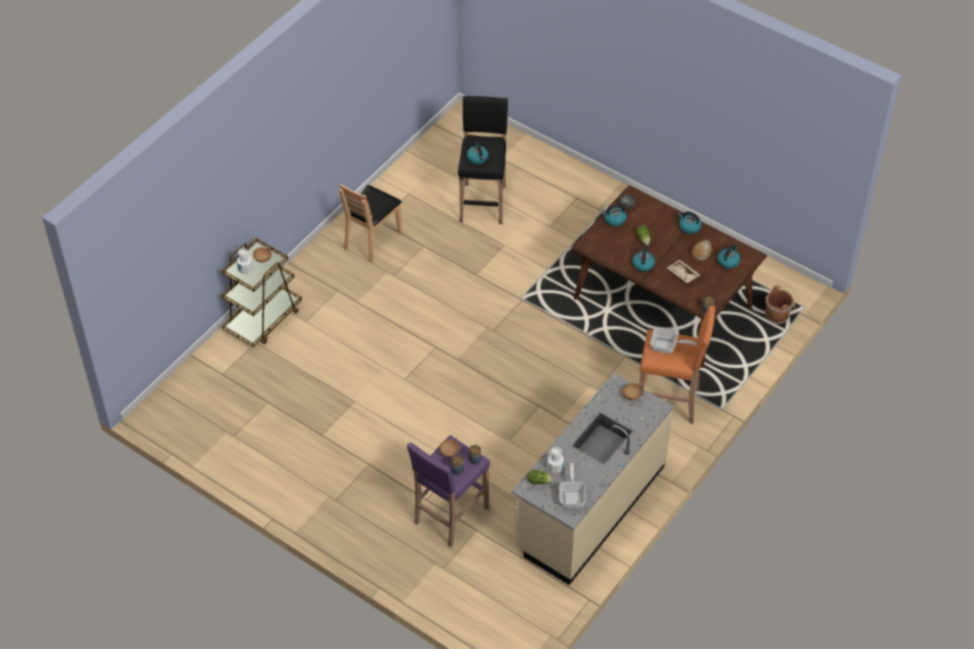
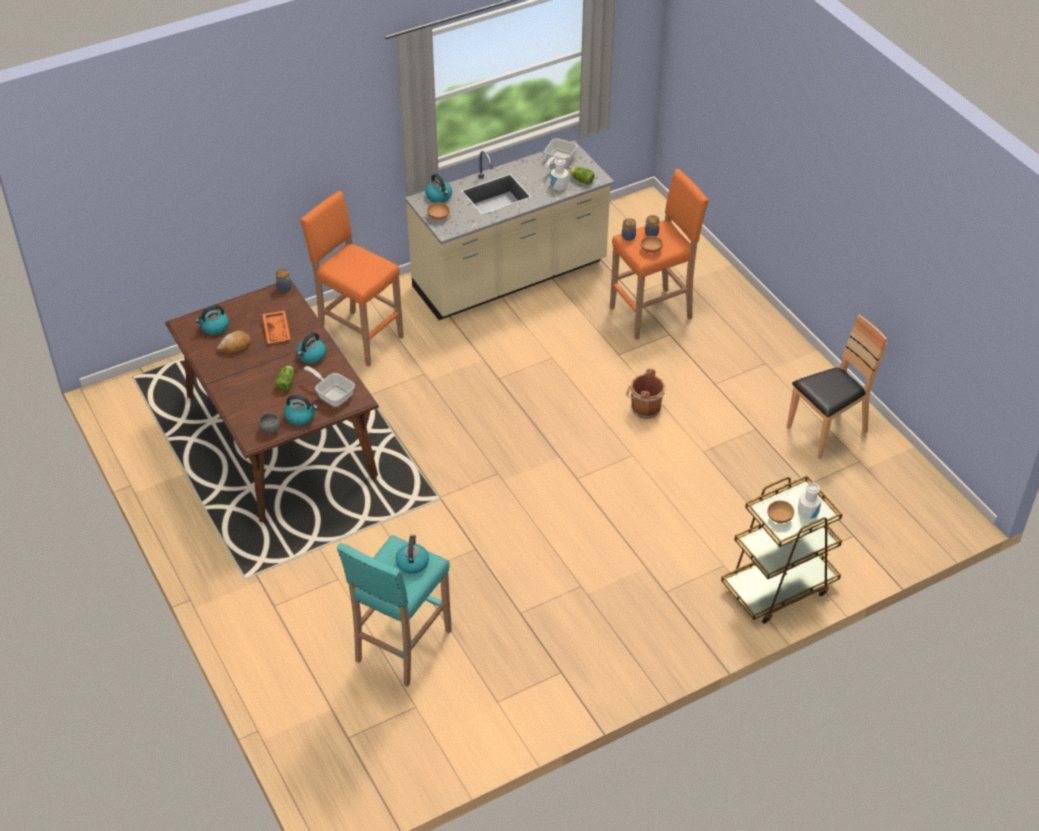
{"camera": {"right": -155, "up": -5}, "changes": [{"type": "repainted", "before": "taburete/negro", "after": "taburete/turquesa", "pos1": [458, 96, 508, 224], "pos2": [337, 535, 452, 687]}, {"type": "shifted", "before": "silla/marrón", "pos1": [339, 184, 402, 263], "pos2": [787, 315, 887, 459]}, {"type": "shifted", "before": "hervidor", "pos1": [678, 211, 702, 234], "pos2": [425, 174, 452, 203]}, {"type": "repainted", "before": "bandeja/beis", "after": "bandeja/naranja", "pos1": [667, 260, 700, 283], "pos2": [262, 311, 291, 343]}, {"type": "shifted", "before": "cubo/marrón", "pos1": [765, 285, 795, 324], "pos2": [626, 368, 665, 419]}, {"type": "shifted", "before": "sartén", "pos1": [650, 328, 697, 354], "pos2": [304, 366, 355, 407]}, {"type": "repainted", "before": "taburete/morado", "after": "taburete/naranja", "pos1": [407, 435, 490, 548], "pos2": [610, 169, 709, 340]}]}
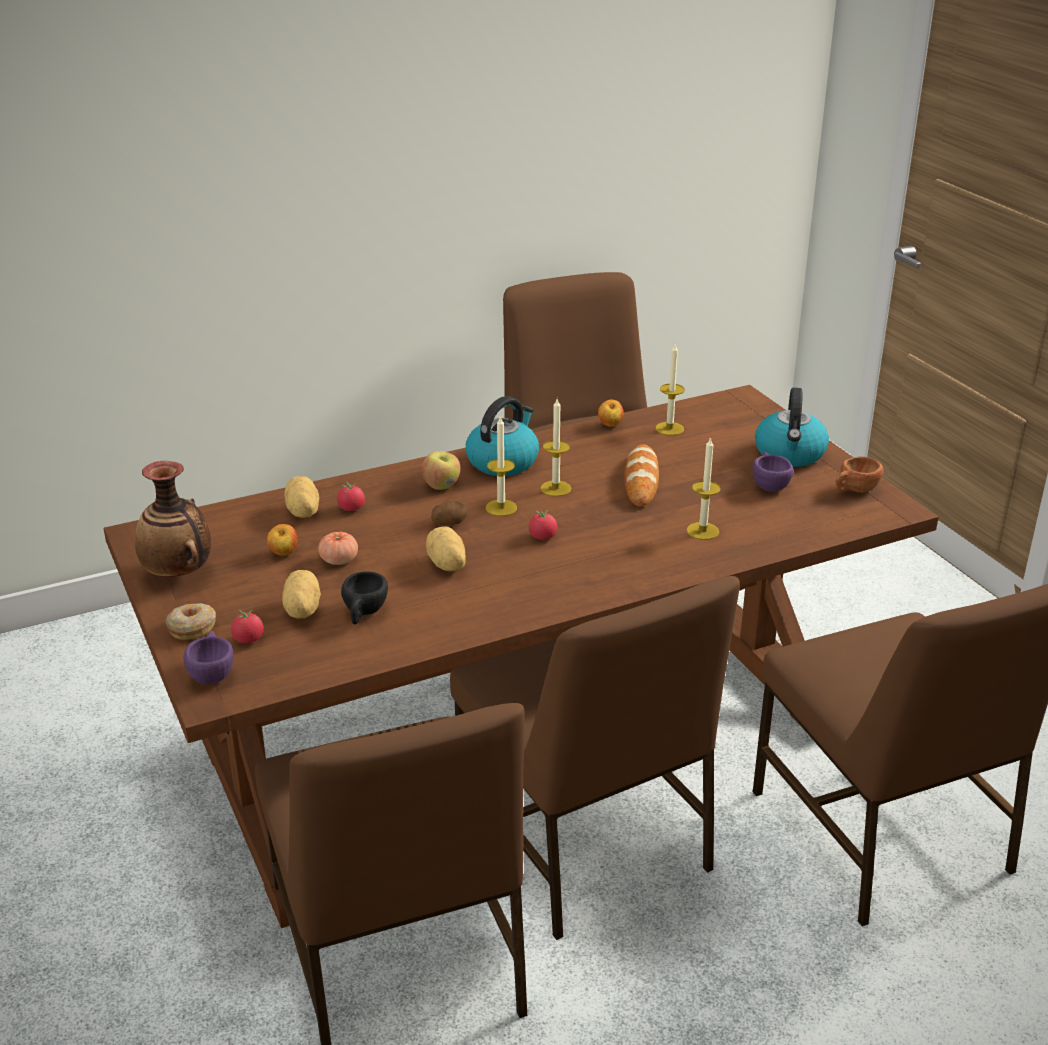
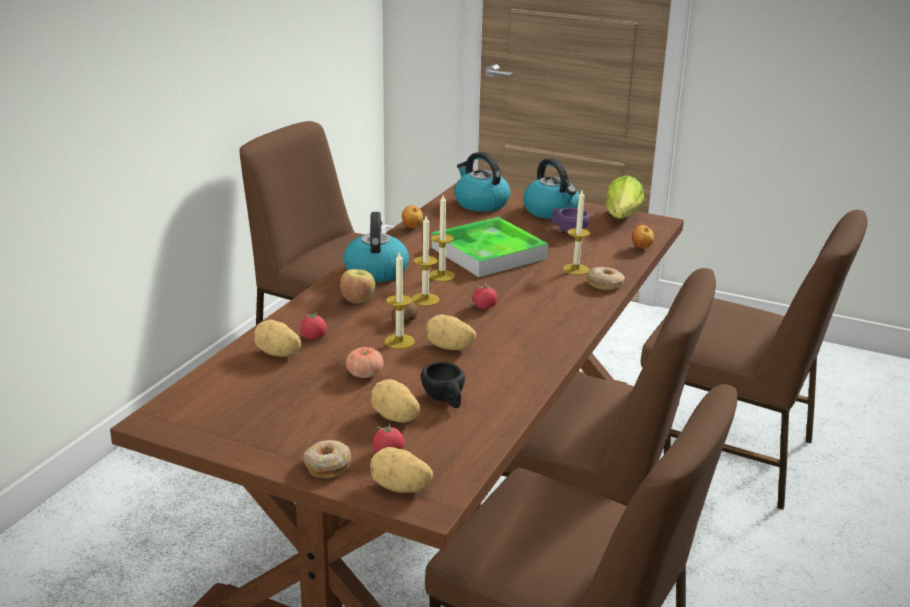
{"camera": {"right": -40, "up": -5}, "changes": [{"type": "shifted", "before": "vela", "pos1": [656, 344, 685, 436], "pos2": [384, 251, 415, 349]}, {"type": "swapped", "before": "pan", "after": "bandeja", "pos1": [624, 444, 659, 507], "pos2": [431, 217, 548, 277]}, {"type": "swapped", "before": "taza/marrón", "after": "lechuga", "pos1": [835, 456, 884, 493], "pos2": [605, 175, 644, 219]}, {"type": "gone", "before": "florero", "pos1": [135, 461, 211, 577]}, {"type": "shifted", "before": "manzana", "pos1": [267, 524, 298, 556], "pos2": [632, 225, 654, 249]}, {"type": "swapped", "before": "taza/morado", "after": "patata", "pos1": [183, 631, 234, 684], "pos2": [370, 447, 433, 493]}, {"type": "new", "after": "hervidor", "pos2": [454, 152, 510, 212]}, {"type": "new", "after": "rosquilla", "pos2": [586, 267, 625, 290]}]}
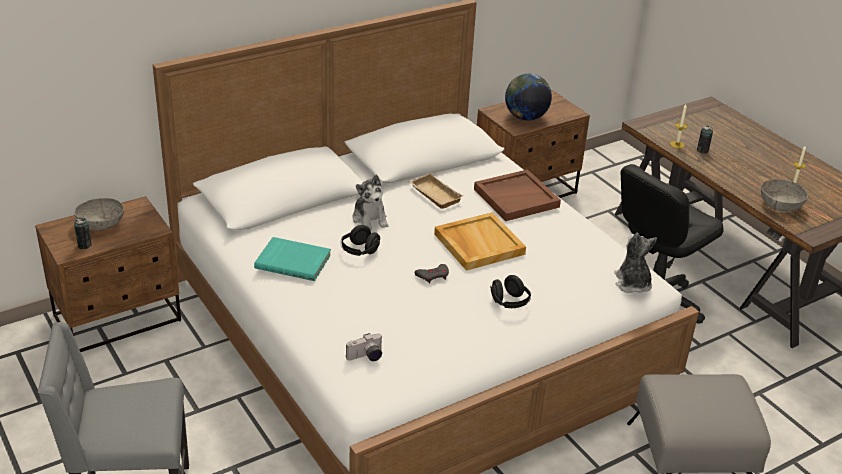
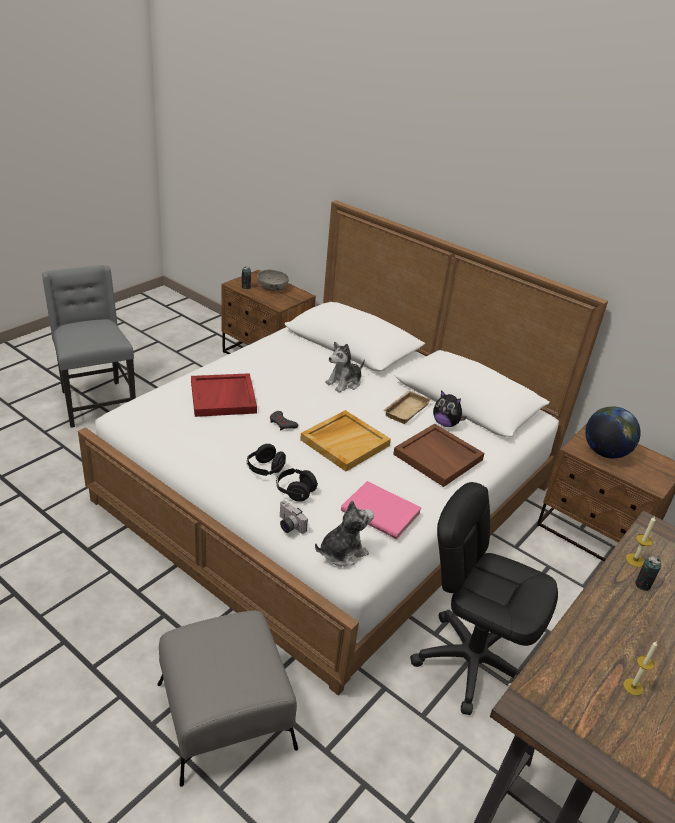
{"camera": {"right": 70, "up": 0}, "changes": [{"type": "gone", "before": "cuenco/gris", "pos1": [761, 179, 808, 212]}, {"type": "shifted", "before": "auriculares/negro", "pos1": [341, 225, 380, 256], "pos2": [276, 468, 318, 502]}, {"type": "gone", "before": "libro/turquesa", "pos1": [254, 237, 331, 281]}, {"type": "shifted", "before": "cámara", "pos1": [346, 333, 383, 361], "pos2": [280, 501, 308, 534]}, {"type": "new", "after": "bandeja/rojo", "pos2": [191, 373, 257, 417]}, {"type": "new", "after": "peluche", "pos2": [433, 390, 466, 427]}, {"type": "new", "after": "libro/rosa", "pos2": [341, 481, 421, 539]}]}
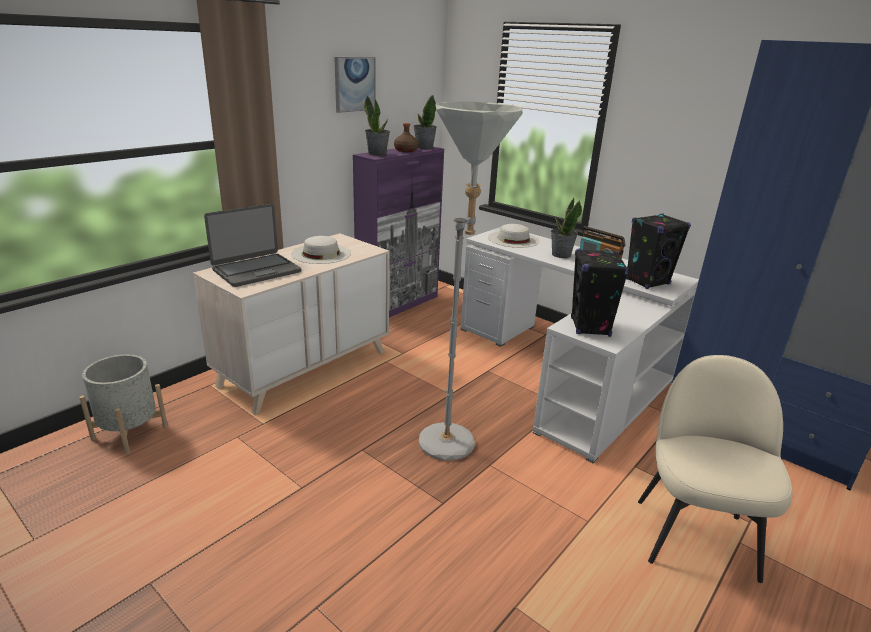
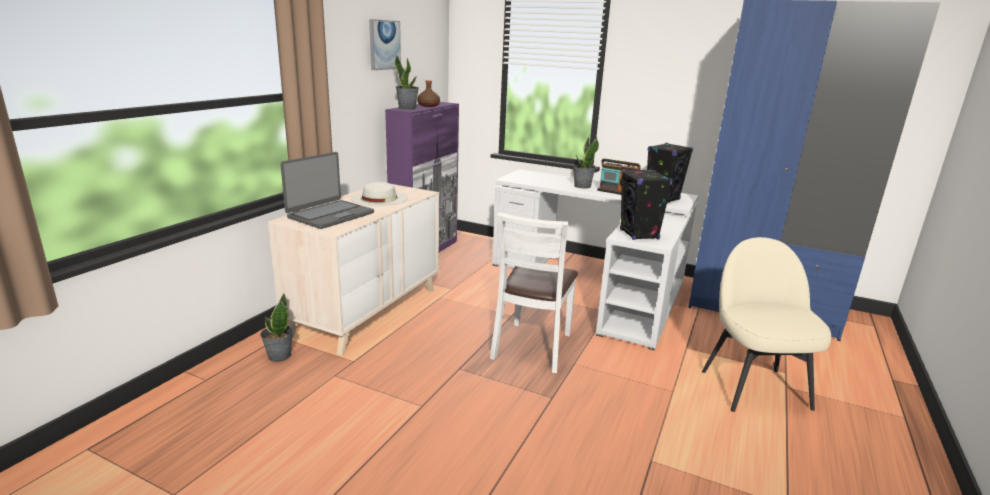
{"camera": {"right": -15, "up": -5}, "changes": [{"type": "shifted", "before": "planta en maceta", "pos1": [414, 95, 437, 149], "pos2": [260, 293, 293, 362]}, {"type": "swapped", "before": "lámpara de pie/gris", "after": "silla/blanco", "pos1": [419, 101, 523, 461], "pos2": [490, 212, 578, 373]}, {"type": "gone", "before": "sombrero/blanco", "pos1": [488, 224, 540, 248]}, {"type": "gone", "before": "maceta/gris", "pos1": [79, 354, 168, 454]}]}
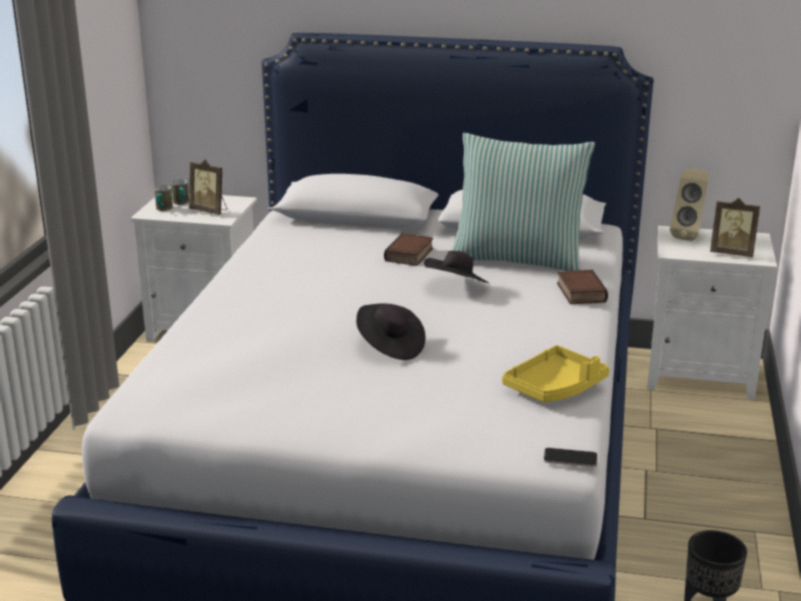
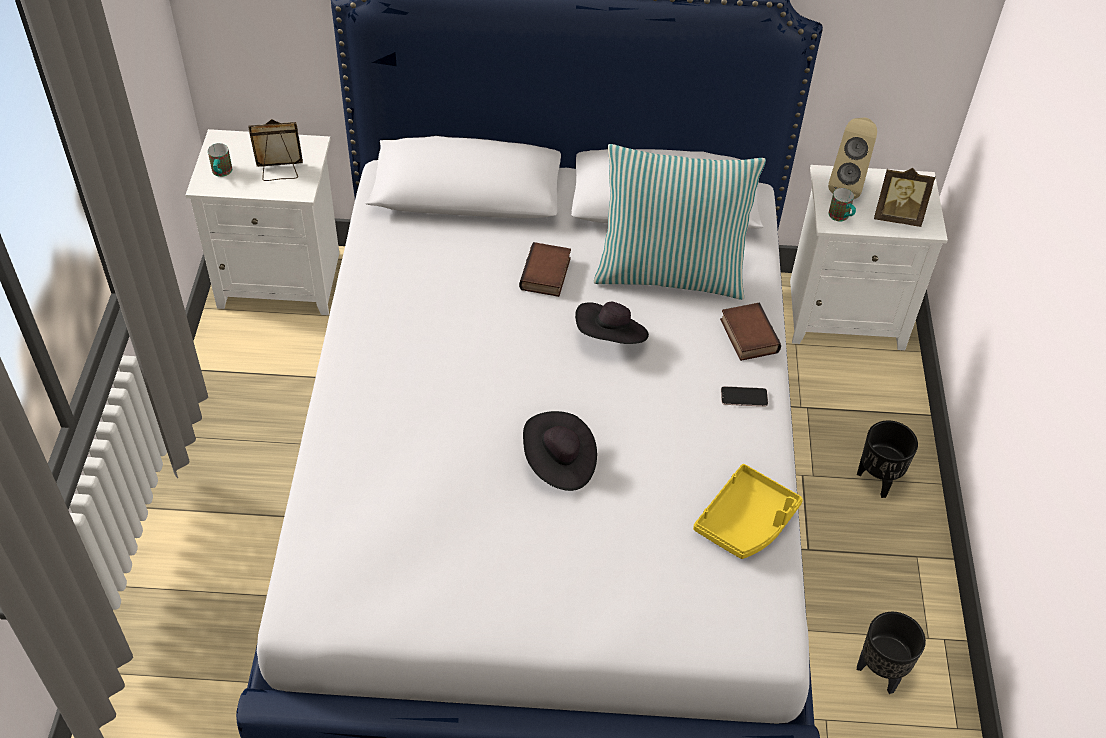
{"camera": {"right": -10, "up": 25}, "changes": [{"type": "rotated", "before": "portarretratos", "pos1": [189, 160, 227, 215], "pos2": [248, 119, 303, 181], "turn": 150}, {"type": "shifted", "before": "taza grande", "pos1": [171, 180, 189, 205], "pos2": [828, 188, 856, 221]}, {"type": "shifted", "before": "móvil", "pos1": [543, 448, 598, 467], "pos2": [721, 386, 768, 407]}, {"type": "new", "after": "maceta/negro", "pos2": [857, 420, 918, 498]}]}
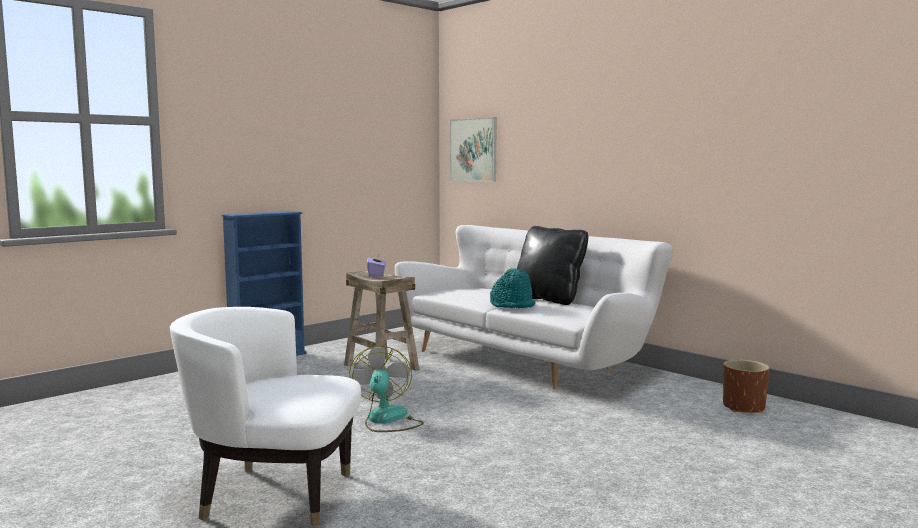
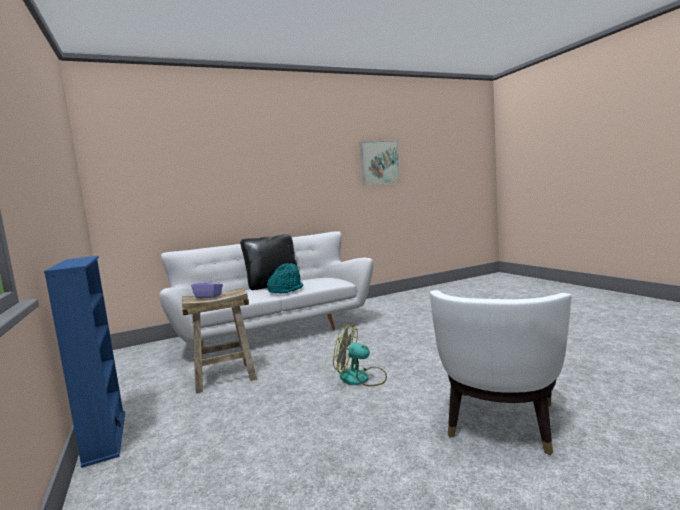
{"camera": {"right": -70, "up": 0}, "changes": [{"type": "shifted", "before": "cuadro", "pos1": [450, 117, 497, 182], "pos2": [360, 141, 401, 186]}, {"type": "gone", "before": "maceta/marrón", "pos1": [723, 360, 770, 413]}]}
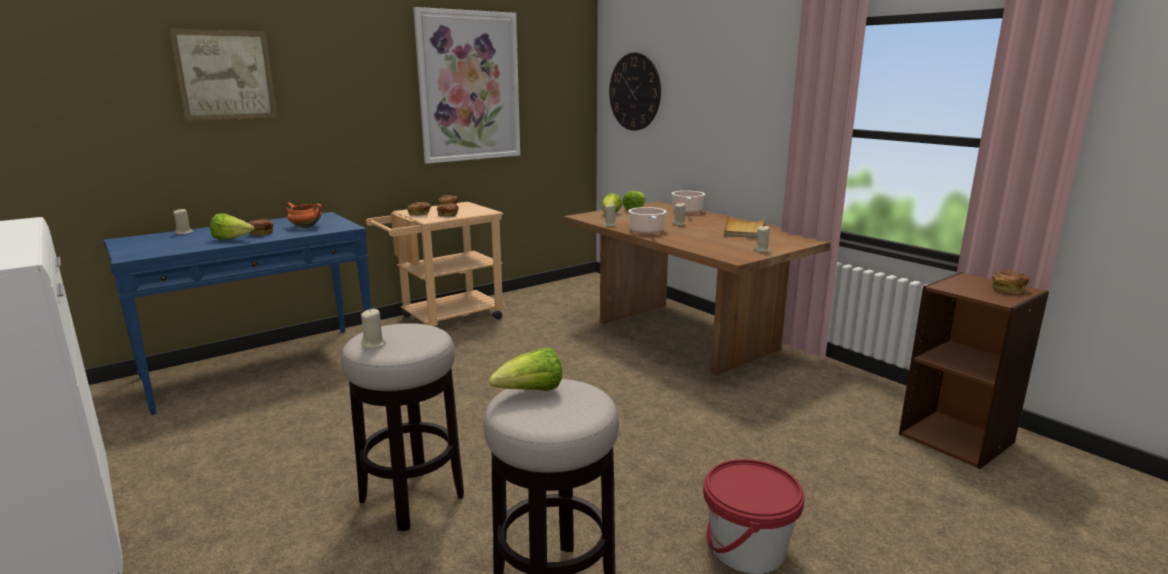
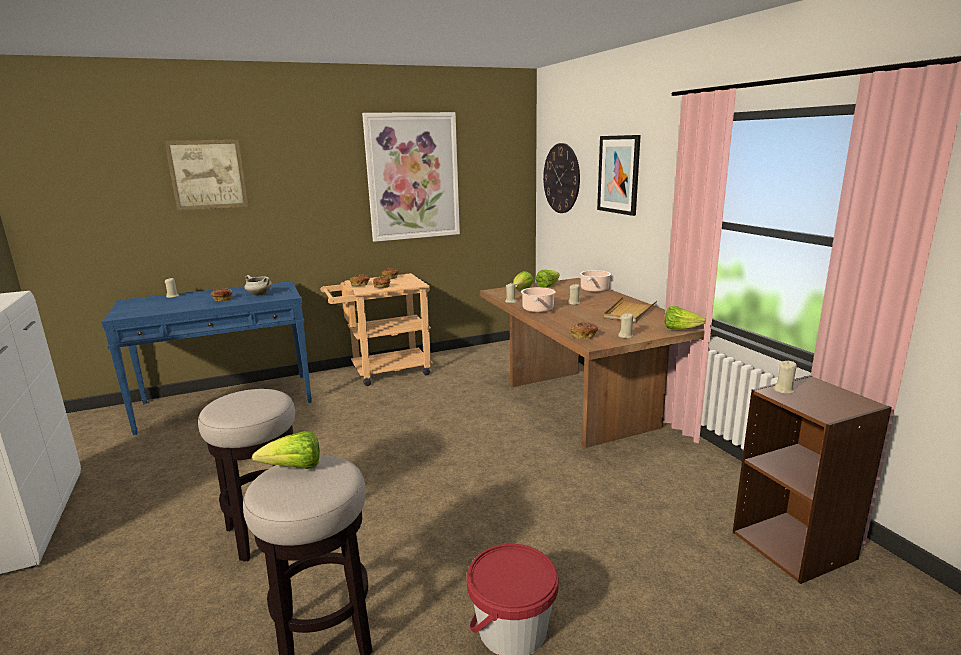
{"camera": {"right": 15, "up": 0}, "changes": [{"type": "repainted", "before": "olla/naranja", "after": "olla/blanco", "pos1": [285, 203, 322, 228], "pos2": [244, 275, 272, 296]}, {"type": "shifted", "before": "lechuga", "pos1": [210, 213, 255, 240], "pos2": [665, 306, 706, 329]}, {"type": "shifted", "before": "pan", "pos1": [992, 271, 1029, 293], "pos2": [571, 322, 598, 339]}, {"type": "shifted", "before": "vela/beis", "pos1": [361, 309, 386, 349], "pos2": [773, 361, 797, 394]}, {"type": "new", "after": "cuadro", "pos2": [597, 135, 641, 216]}]}
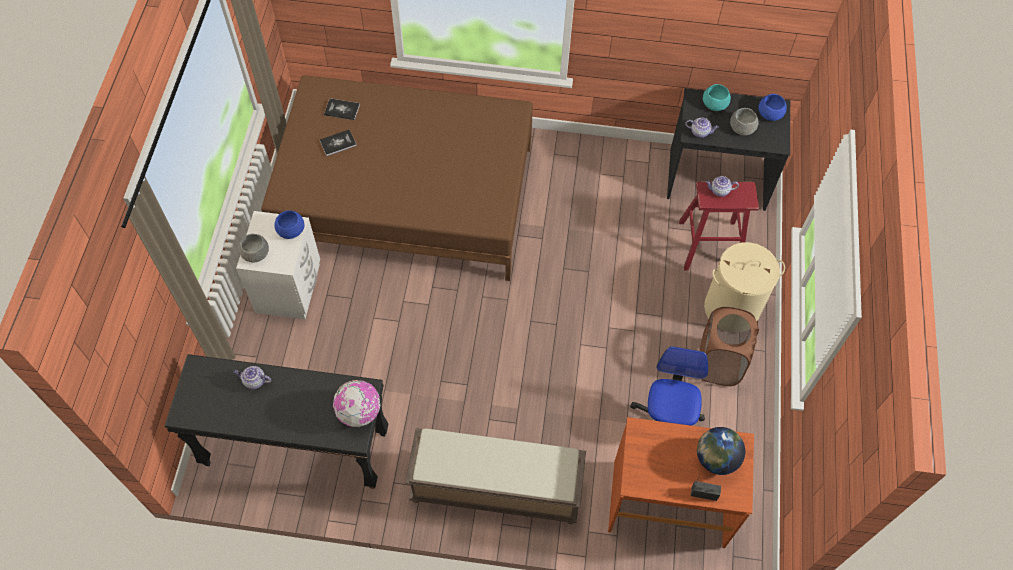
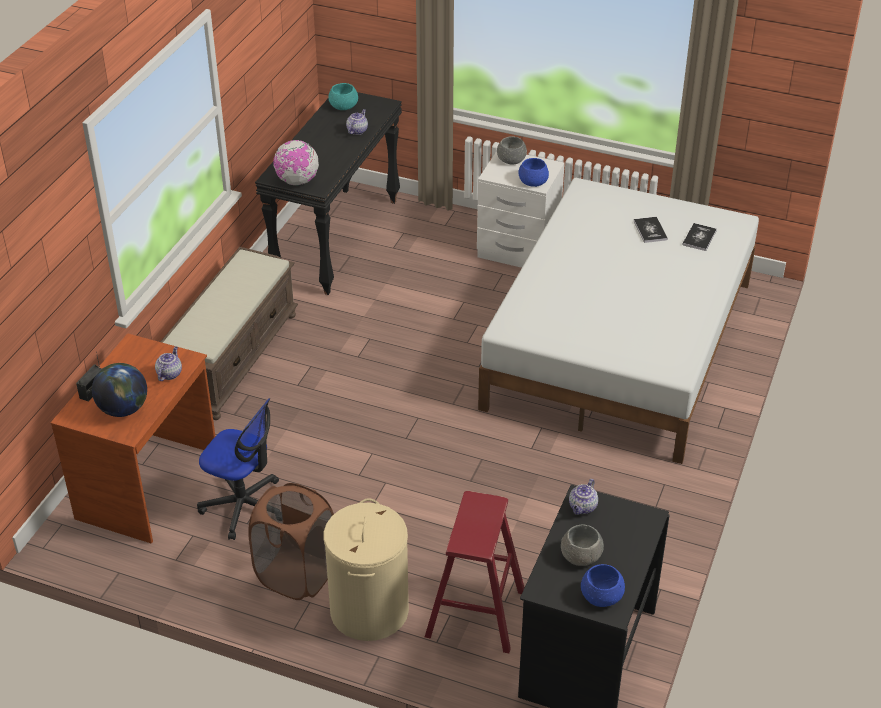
{"camera": {"right": 105, "up": -20}, "changes": [{"type": "repainted", "before": "cama/marrón", "after": "cama/blanco", "pos1": [261, 75, 533, 281], "pos2": [478, 178, 759, 464]}, {"type": "shifted", "before": "cuenco/turquesa", "pos1": [703, 84, 731, 111], "pos2": [328, 83, 358, 110]}, {"type": "shifted", "before": "tetera", "pos1": [706, 176, 739, 197], "pos2": [155, 346, 182, 381]}]}
